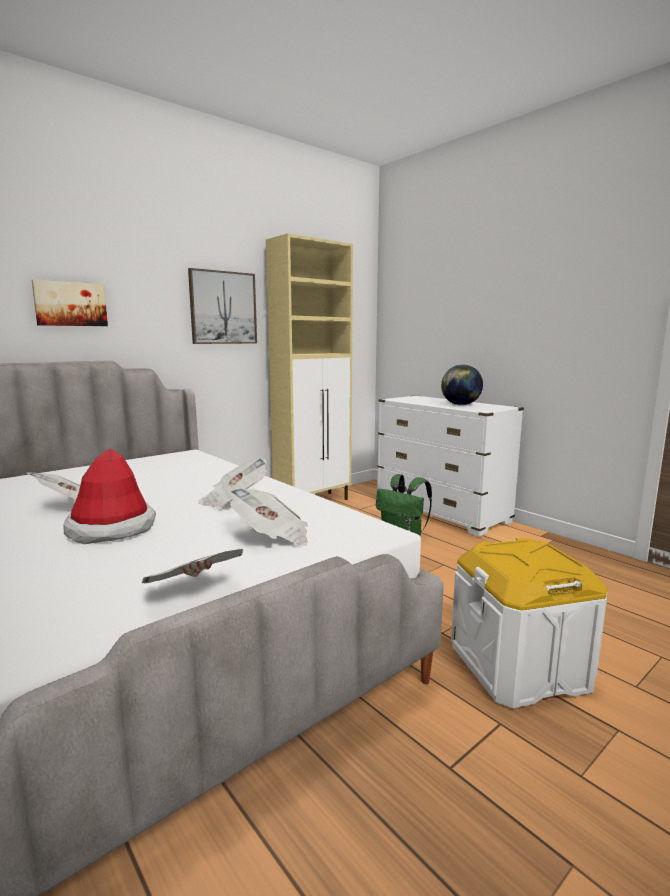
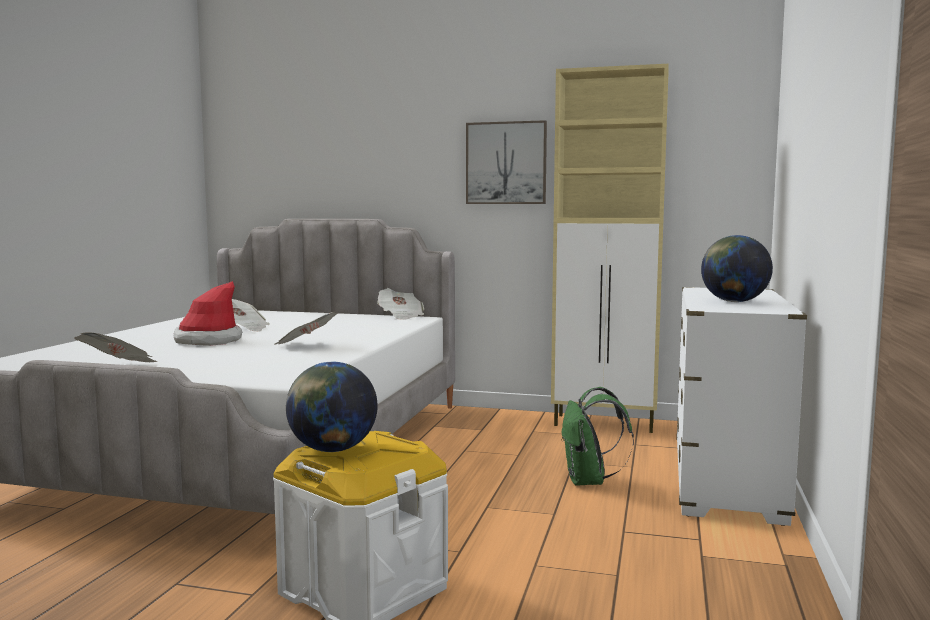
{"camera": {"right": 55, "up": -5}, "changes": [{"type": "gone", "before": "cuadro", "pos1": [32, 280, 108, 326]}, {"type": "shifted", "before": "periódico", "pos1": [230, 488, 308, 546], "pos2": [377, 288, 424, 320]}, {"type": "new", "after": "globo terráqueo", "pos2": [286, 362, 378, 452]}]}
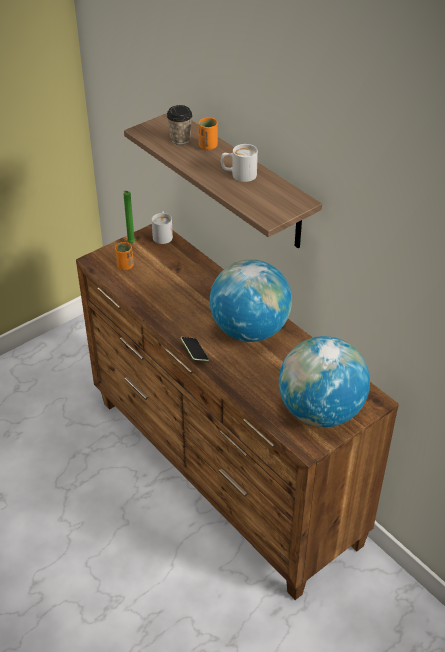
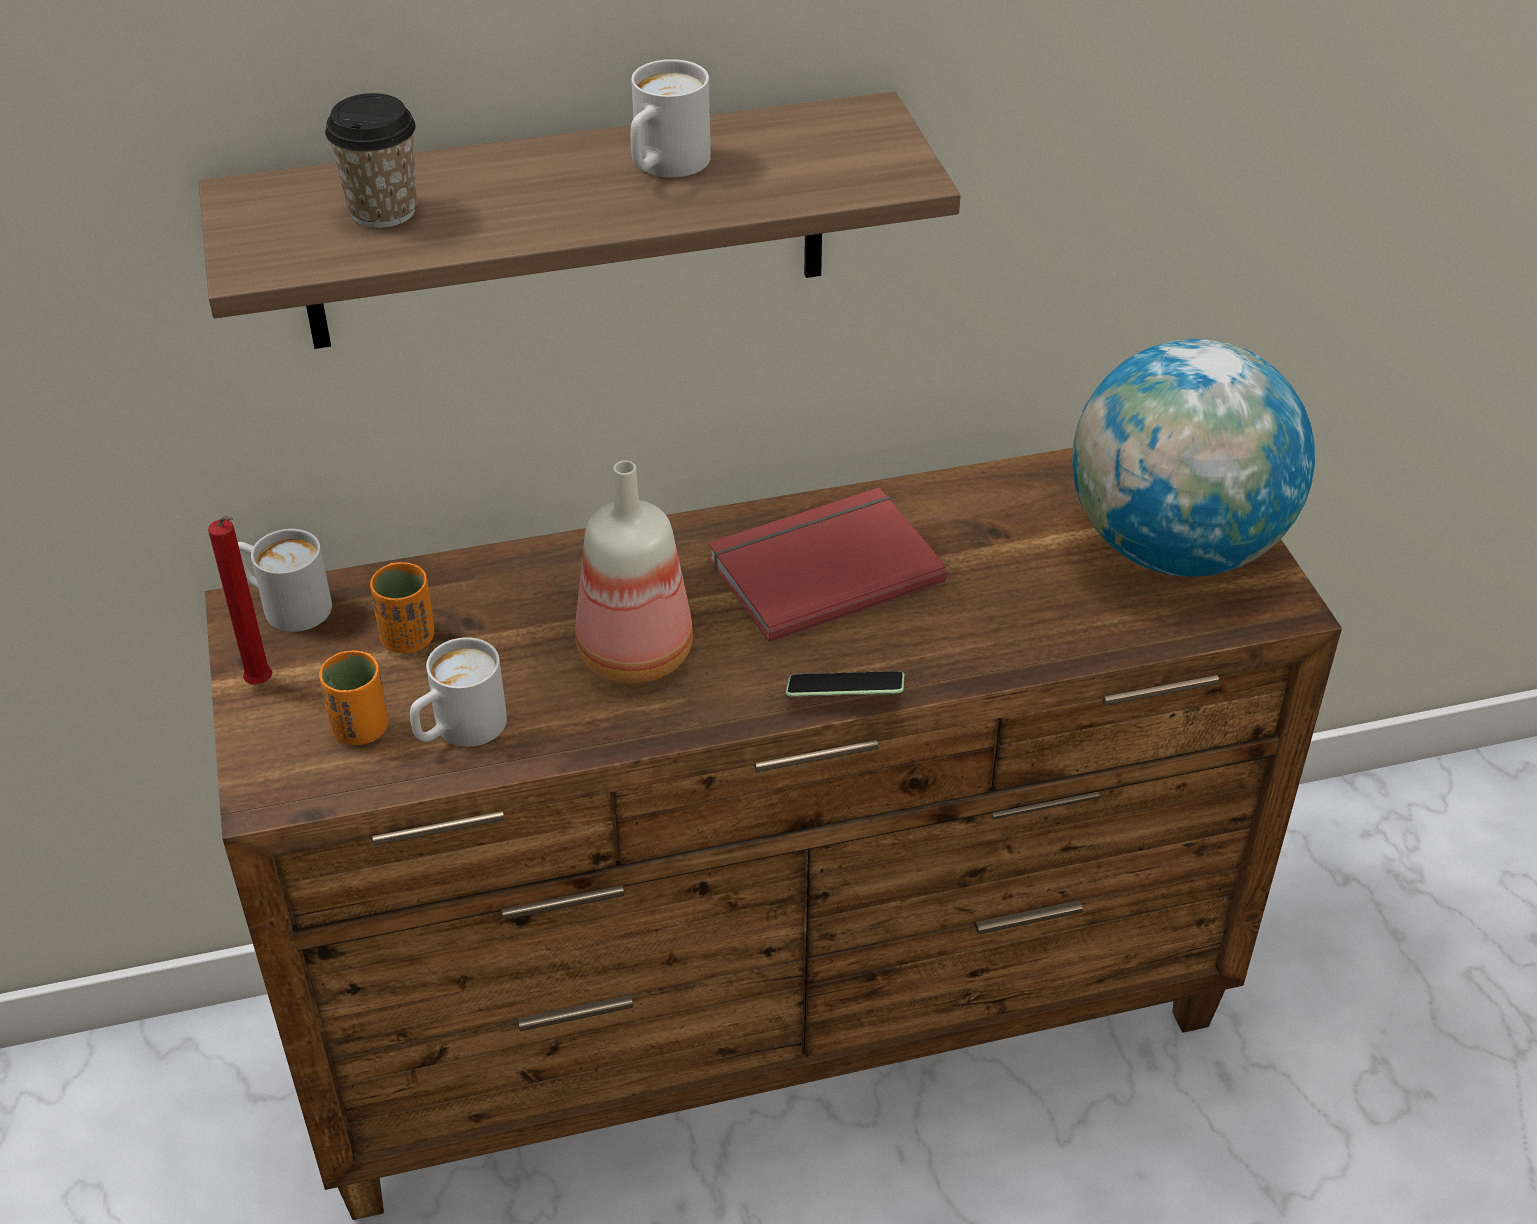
{"camera": {"right": -65, "up": 0}, "changes": [{"type": "shifted", "before": "taza/naranja", "pos1": [198, 118, 218, 150], "pos2": [370, 562, 435, 653]}, {"type": "repainted", "before": "vela/verde", "after": "vela/rojo", "pos1": [123, 191, 135, 243], "pos2": [208, 516, 272, 685]}, {"type": "swapped", "before": "globo terráqueo", "after": "libro/rojo", "pos1": [210, 259, 292, 342], "pos2": [708, 488, 947, 642]}, {"type": "new", "after": "botella", "pos2": [575, 460, 693, 684]}, {"type": "new", "after": "taza grande/blanco", "pos2": [410, 637, 507, 747]}]}
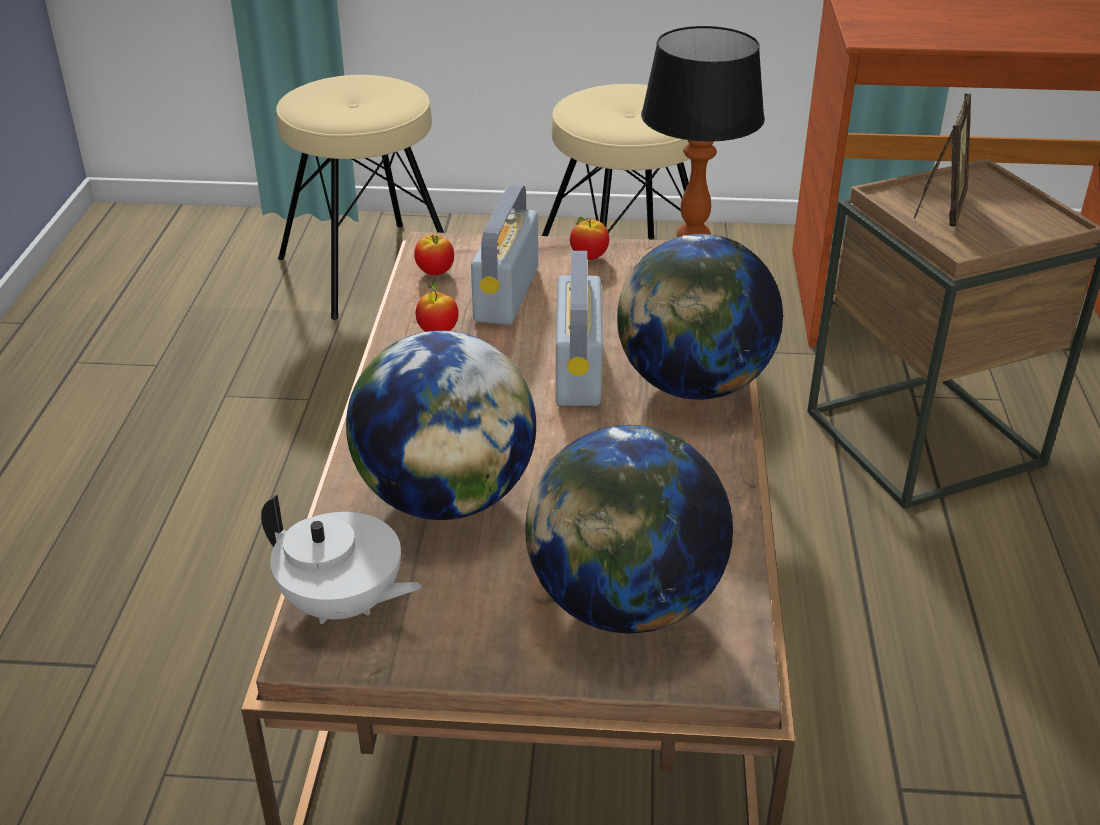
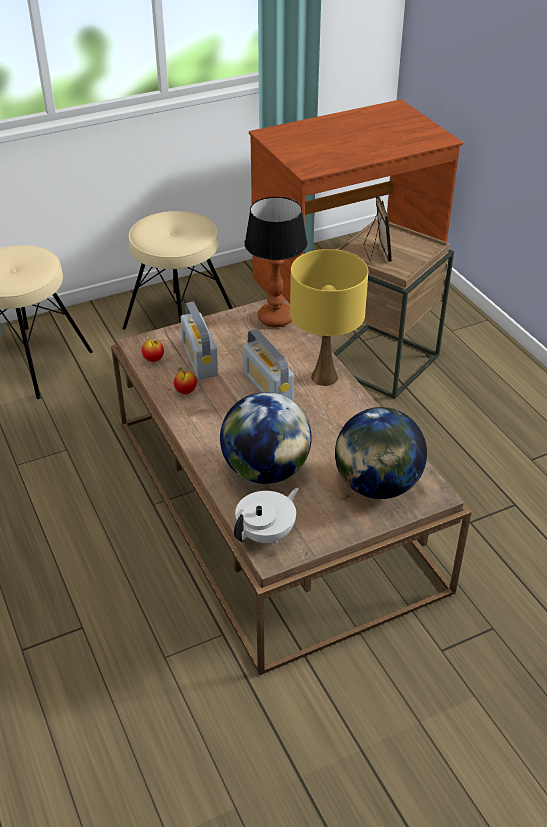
{"camera": {"right": -30, "up": 5}, "changes": [{"type": "gone", "before": "manzana", "pos1": [570, 217, 609, 260]}, {"type": "swapped", "before": "globo terráqueo", "after": "lámpara de mesa/amarillo", "pos1": [617, 234, 783, 400], "pos2": [290, 249, 368, 386]}, {"type": "rotated", "before": "tetera/blanco", "pos1": [261, 495, 422, 624], "pos2": [234, 488, 299, 543], "turn": -45}]}
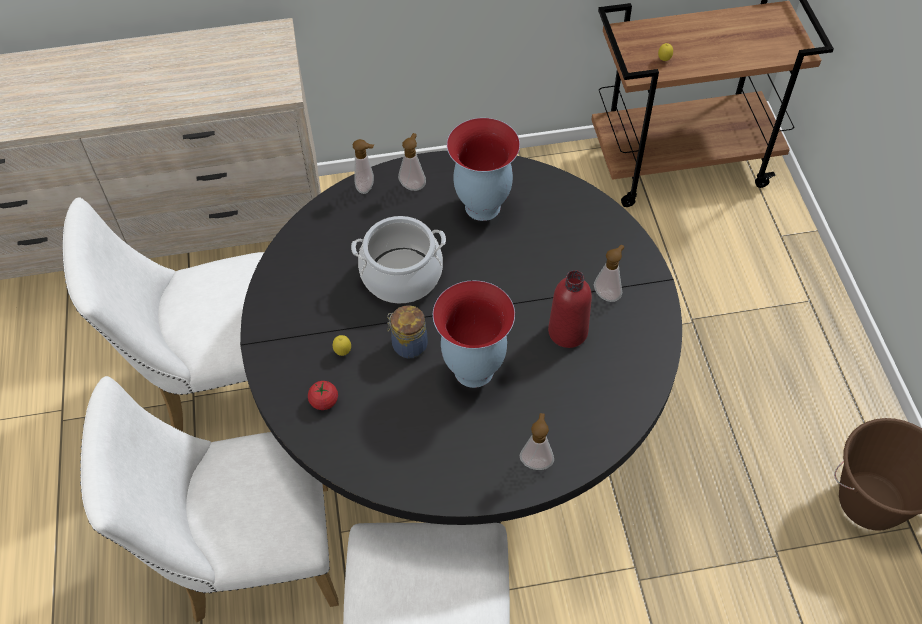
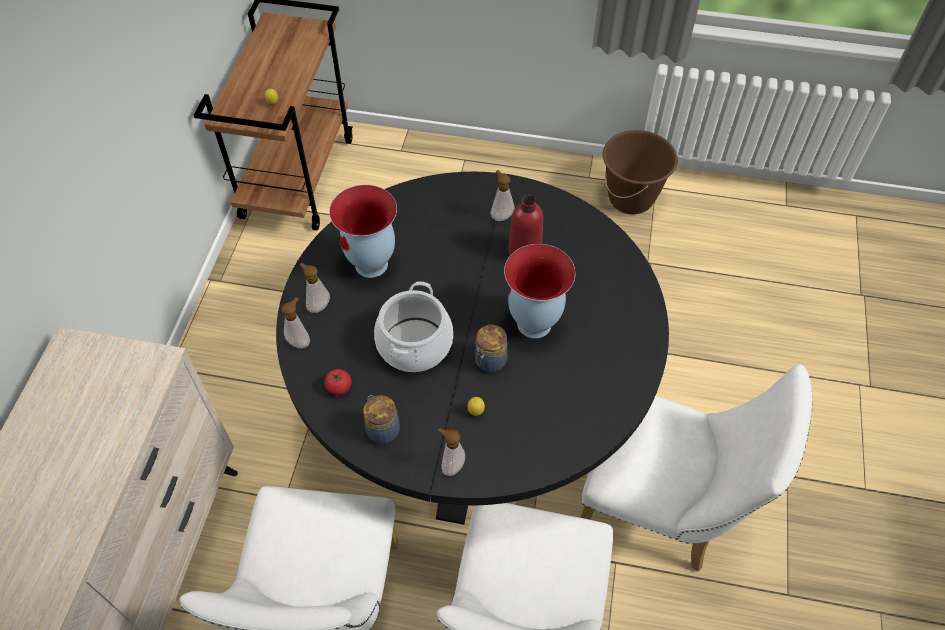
{"camera": {"right": -70, "up": 0}, "changes": [{"type": "shifted", "before": "tomate", "pos1": [308, 381, 338, 410], "pos2": [324, 369, 351, 395]}, {"type": "shifted", "before": "dispensador de jabón", "pos1": [520, 413, 554, 470], "pos2": [438, 428, 465, 476]}, {"type": "new", "after": "tarro", "pos2": [363, 395, 400, 444]}]}
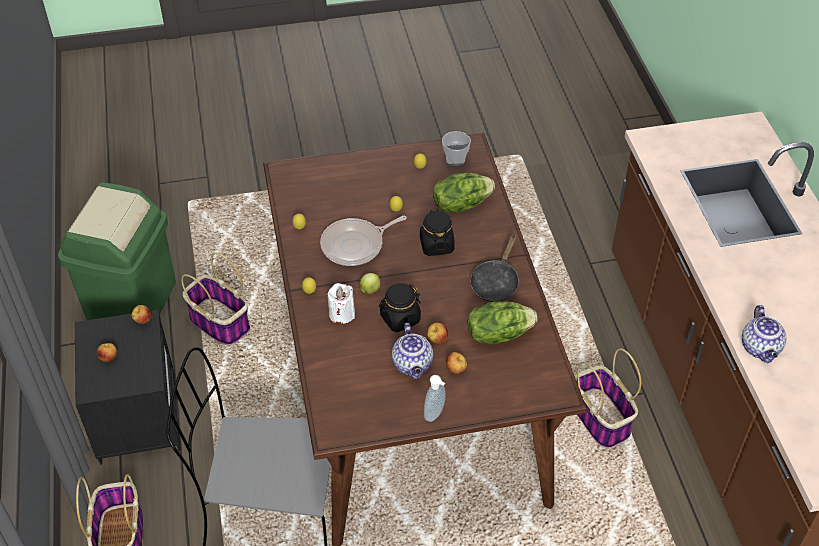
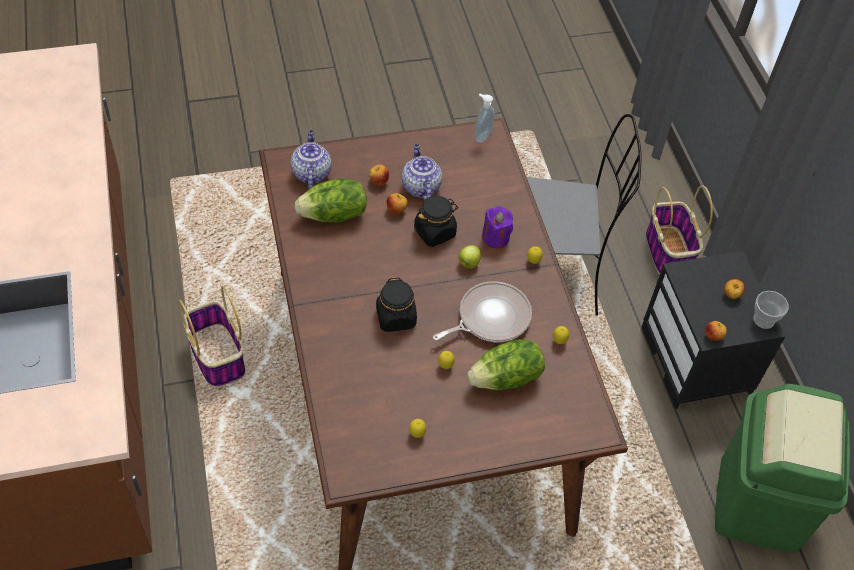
{"camera": {"right": 175, "up": 5}, "changes": [{"type": "shifted", "before": "taza", "pos1": [442, 131, 471, 166], "pos2": [753, 291, 789, 329]}, {"type": "shifted", "before": "lechuga", "pos1": [433, 173, 495, 213], "pos2": [467, 339, 545, 390]}, {"type": "gone", "before": "sartén/negro", "pos1": [470, 235, 519, 302]}, {"type": "gone", "before": "cesta", "pos1": [181, 252, 250, 345]}, {"type": "repainted", "before": "vela/blanco", "after": "vela/morado", "pos1": [327, 283, 355, 324], "pos2": [482, 206, 513, 248]}, {"type": "shifted", "before": "tetera", "pos1": [742, 305, 787, 363], "pos2": [291, 130, 331, 189]}, {"type": "shifted", "before": "dispensador de jabón", "pos1": [424, 375, 446, 422], "pos2": [475, 94, 495, 143]}]}
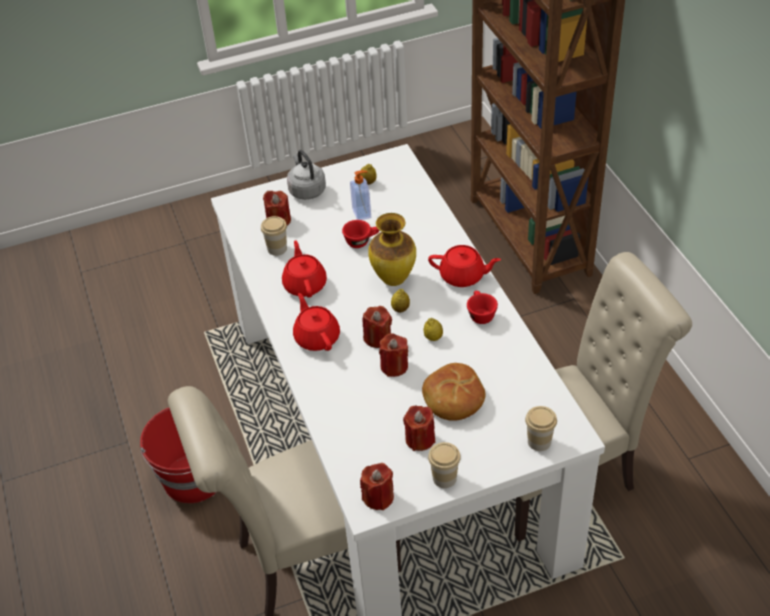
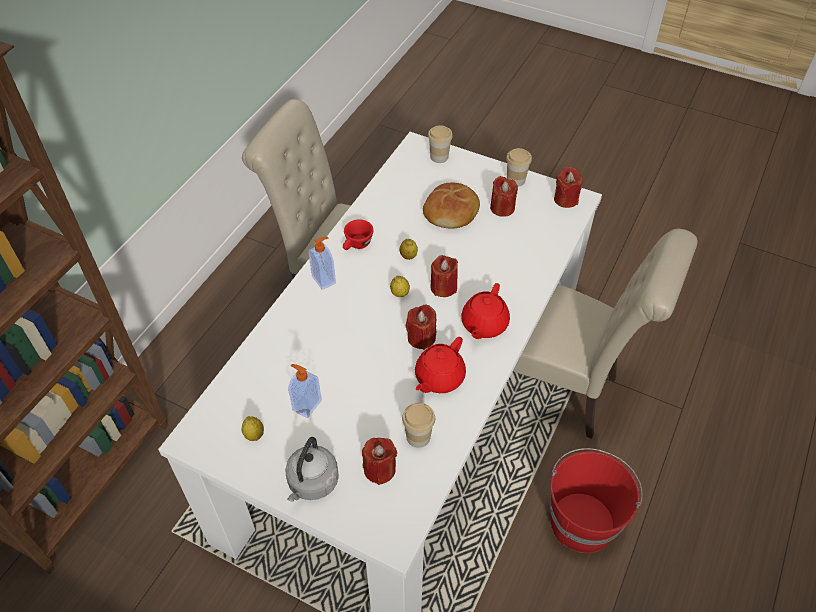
{"camera": {"right": -135, "up": 5}, "changes": [{"type": "gone", "before": "florero", "pos1": [368, 213, 416, 286]}, {"type": "gone", "before": "taza/rojo", "pos1": [342, 220, 379, 248]}, {"type": "swapped", "before": "tetera/rojo", "after": "dispensador de jabón", "pos1": [428, 245, 501, 287], "pos2": [308, 237, 336, 290]}, {"type": "shifted", "before": "vela/rojo", "pos1": [379, 333, 408, 377], "pos2": [406, 305, 436, 350]}]}
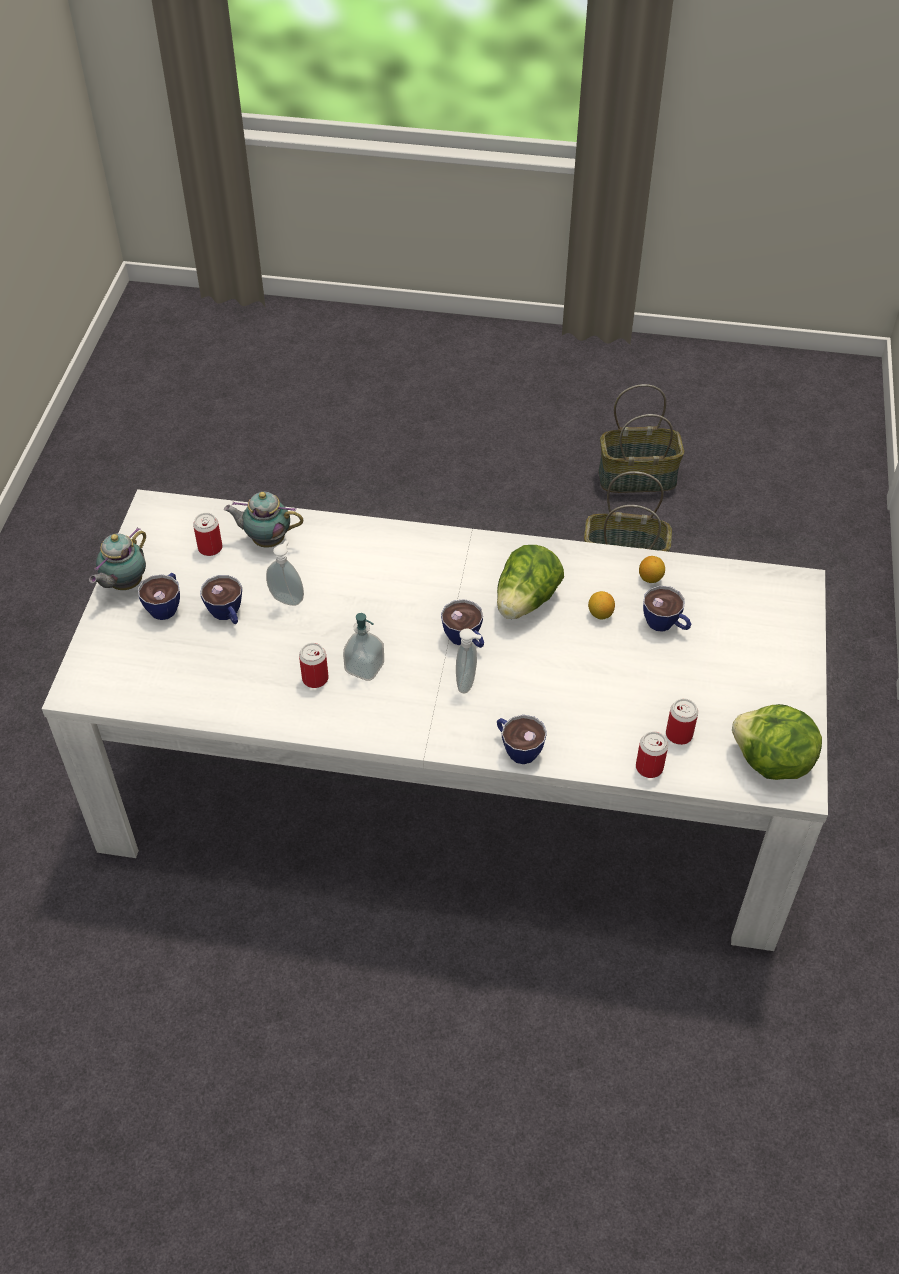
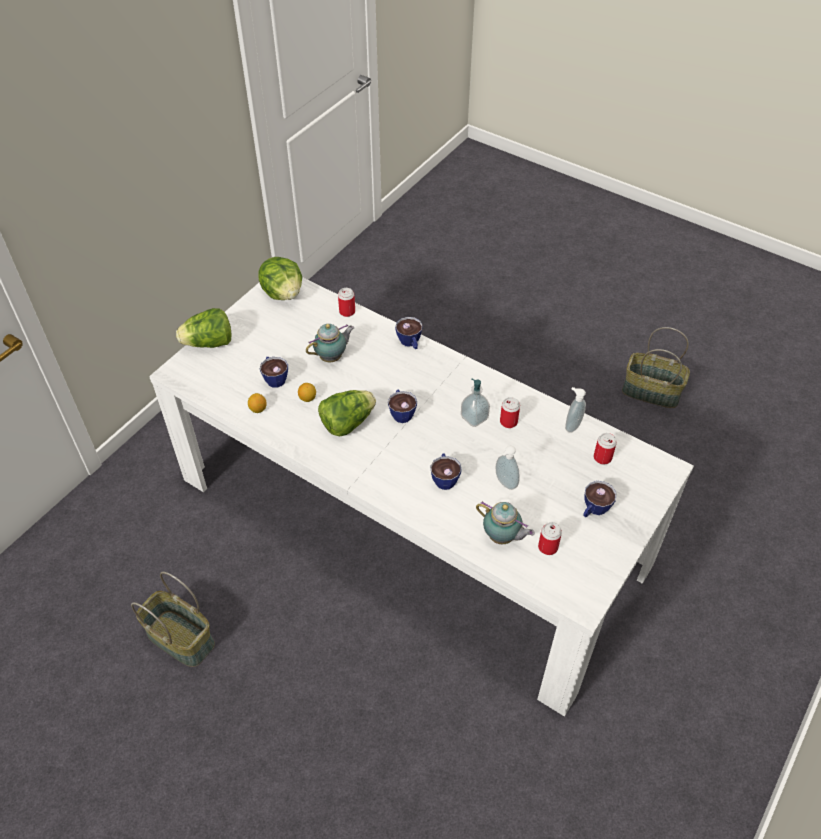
{"camera": {"right": -155, "up": 0}, "changes": [{"type": "shifted", "before": "cesta", "pos1": [598, 384, 684, 493], "pos2": [622, 327, 690, 408]}, {"type": "shifted", "before": "tetera", "pos1": [89, 527, 146, 590], "pos2": [306, 324, 354, 362]}, {"type": "shifted", "before": "taza", "pos1": [200, 575, 242, 624], "pos2": [430, 453, 461, 490]}, {"type": "shifted", "before": "dispensador de jabón", "pos1": [456, 629, 482, 693], "pos2": [565, 387, 586, 433]}, {"type": "shifted", "before": "lata", "pos1": [666, 698, 698, 745], "pos2": [594, 433, 617, 464]}, {"type": "new", "after": "lechuga", "pos2": [176, 308, 232, 348]}]}
